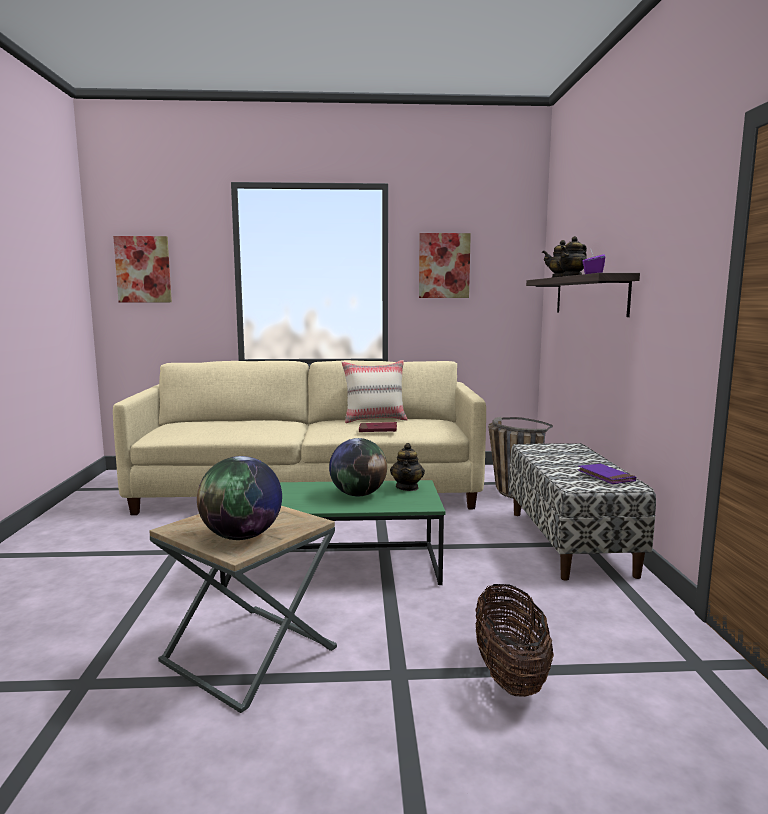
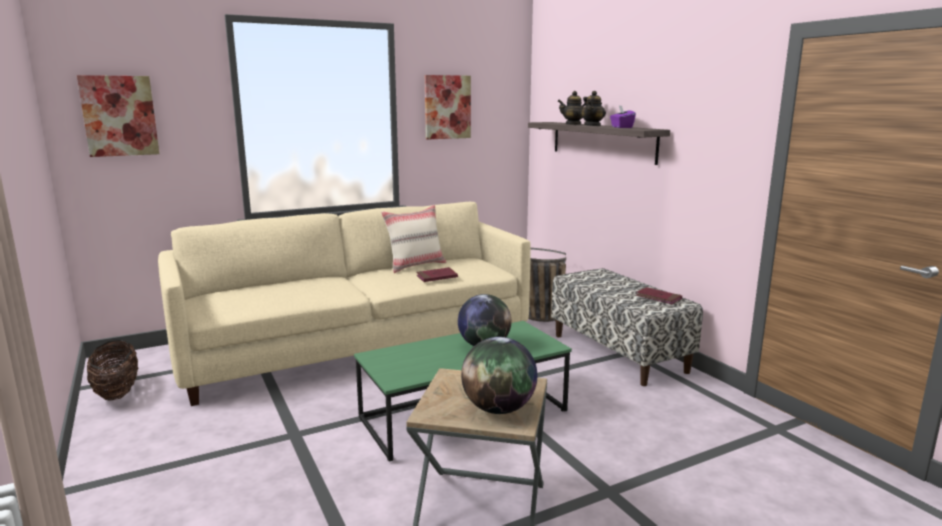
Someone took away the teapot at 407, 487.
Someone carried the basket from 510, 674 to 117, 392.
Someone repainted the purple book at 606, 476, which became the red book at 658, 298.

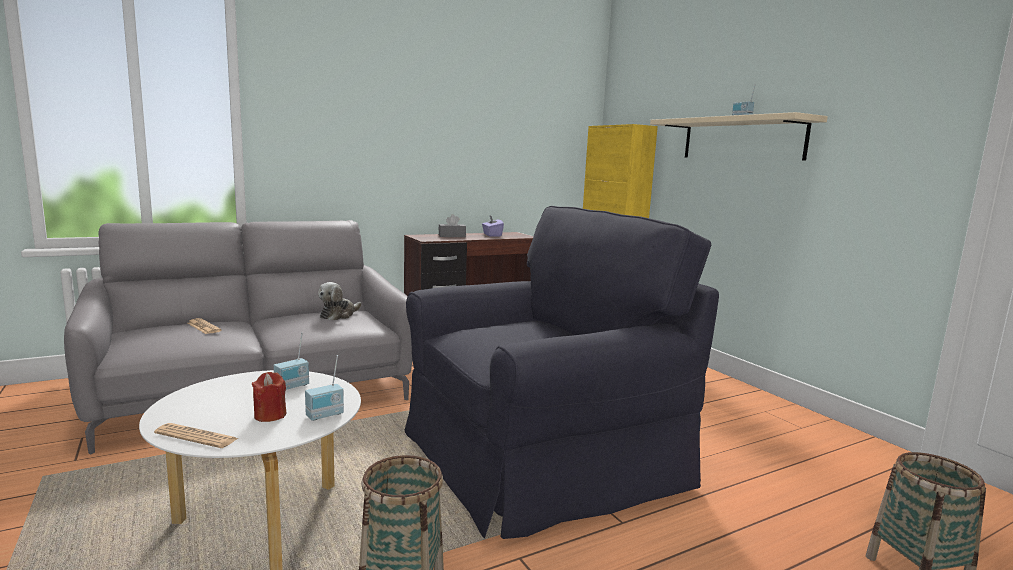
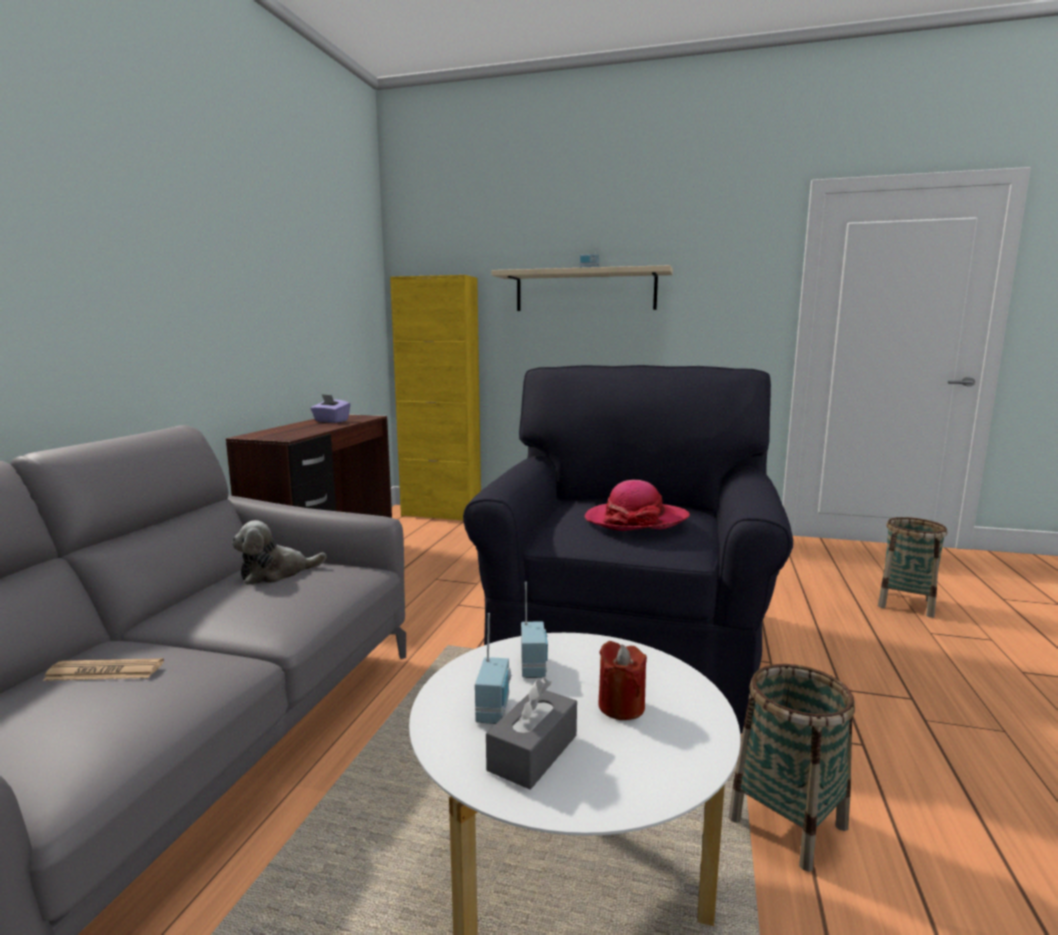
Someone took away the newspaper at 196, 436.
Someone carried the radio from 325, 415 to 495, 710.
Someone rotated the plush toy at 338, 315 by 75 degrees clockwise.
Someone carried the grey tissue box from 452, 236 to 533, 752.
Someone put down the hat at 636, 520.

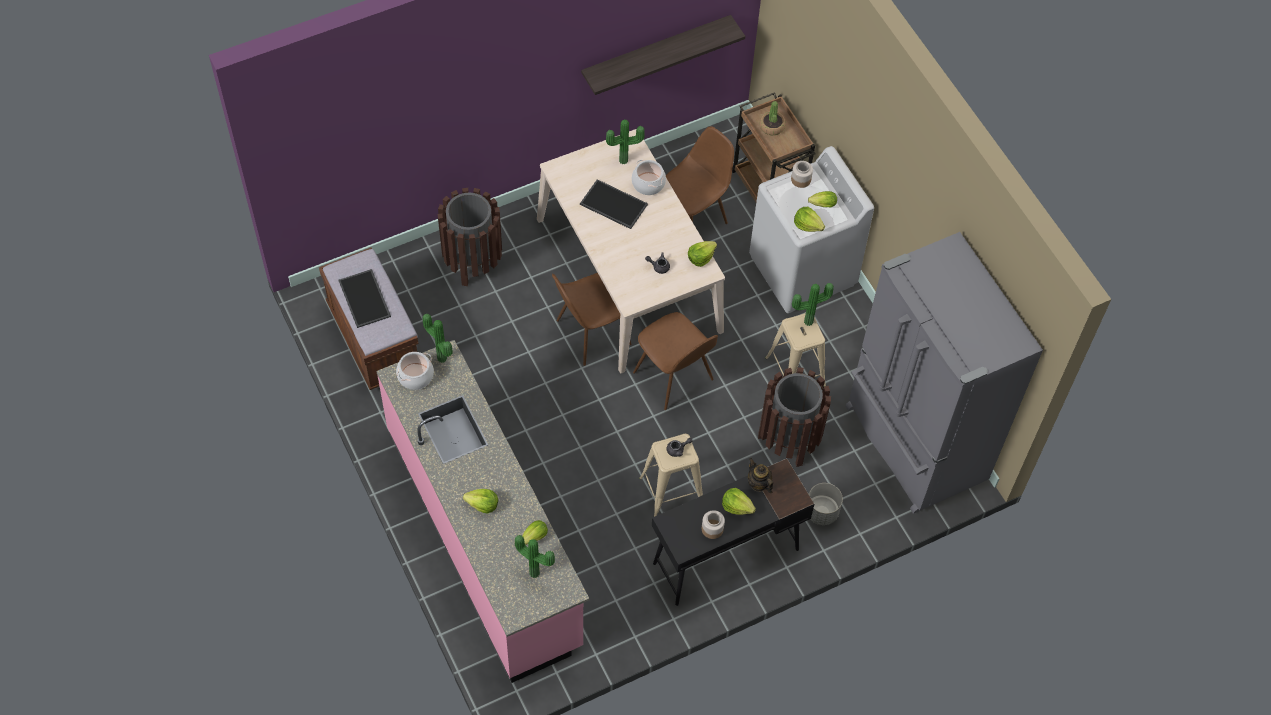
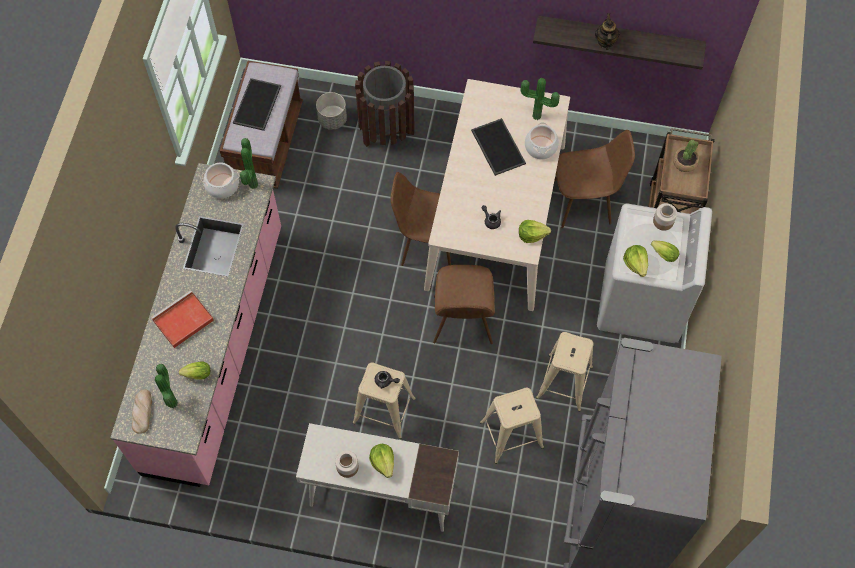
Someone swapped the lettuce at 482, 505 for the red tray at 182, 321.
Someone repainted the black desk at 725, 556, which became the white desk at 380, 494.
Someone carried the teapot from 758, 484 to 605, 41.
Someone swapped the brown trash can at 789, 439 for the beige stool at 512, 434.
Someone took away the potted plant at 807, 320.
Someone carried the grey planter from 822, 512 to 332, 120.
Someone put down the bread at 142, 412.

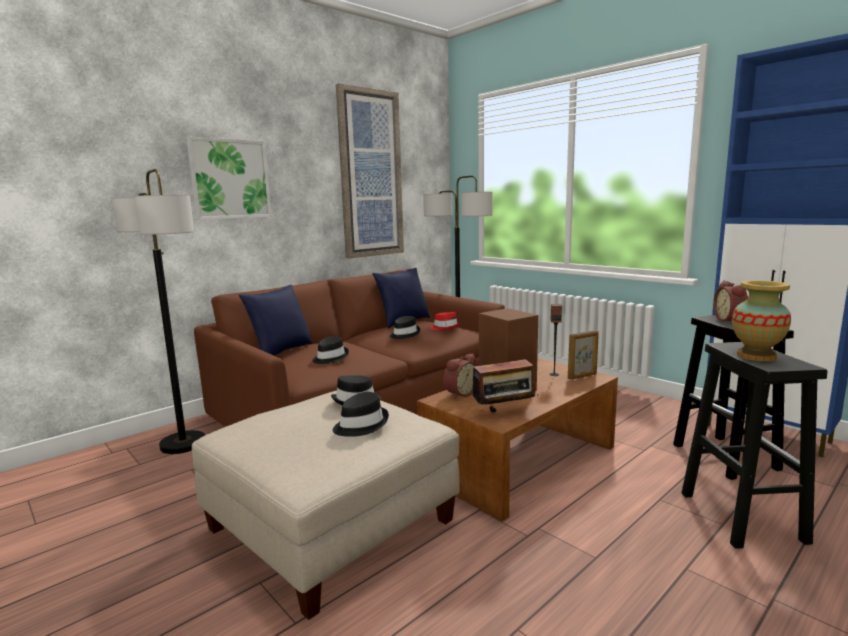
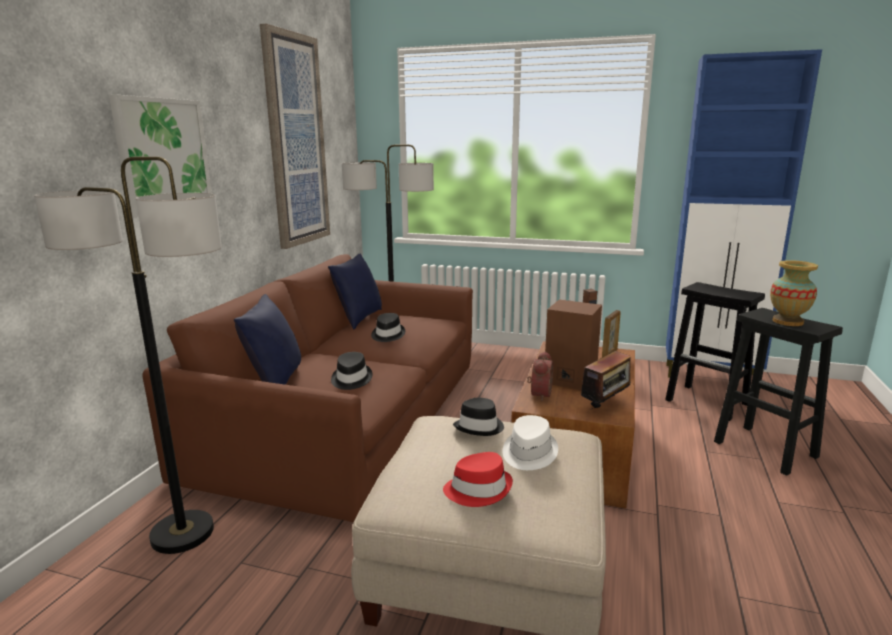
Someone repainted the black hat at 360, 425, which became the white hat at 528, 453.
Someone carried the red hat from 445, 327 to 478, 489.
Someone took away the alarm clock at 731, 320.

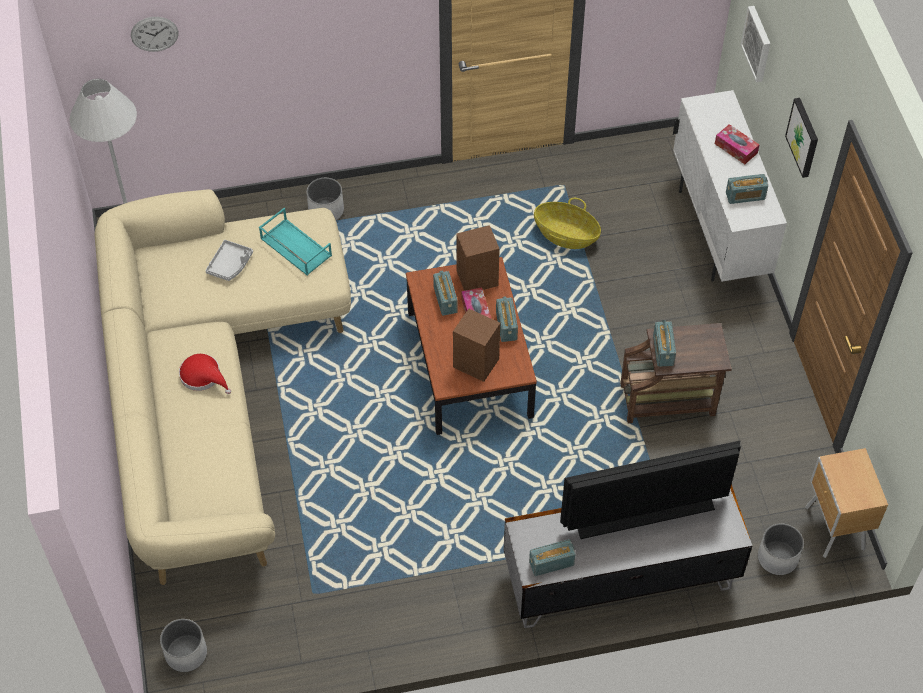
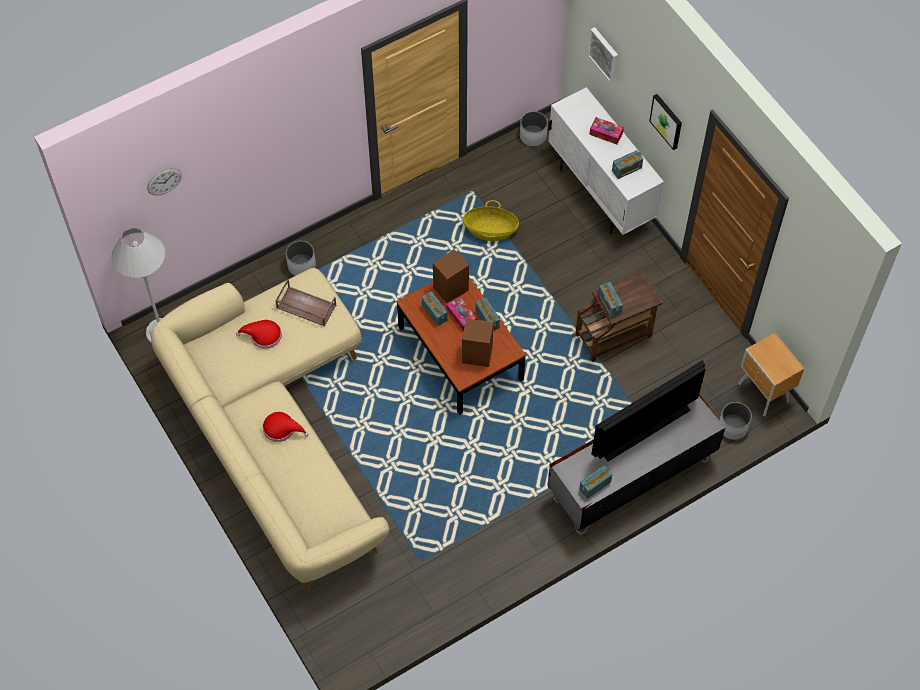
Someone carried the white planter from 186, 653 to 533, 136.
Someone swapped the grey tray at 230, 265 for the red hat at 263, 336.
Someone repainted the turquoise tray at 295, 247, which became the brown tray at 305, 306.

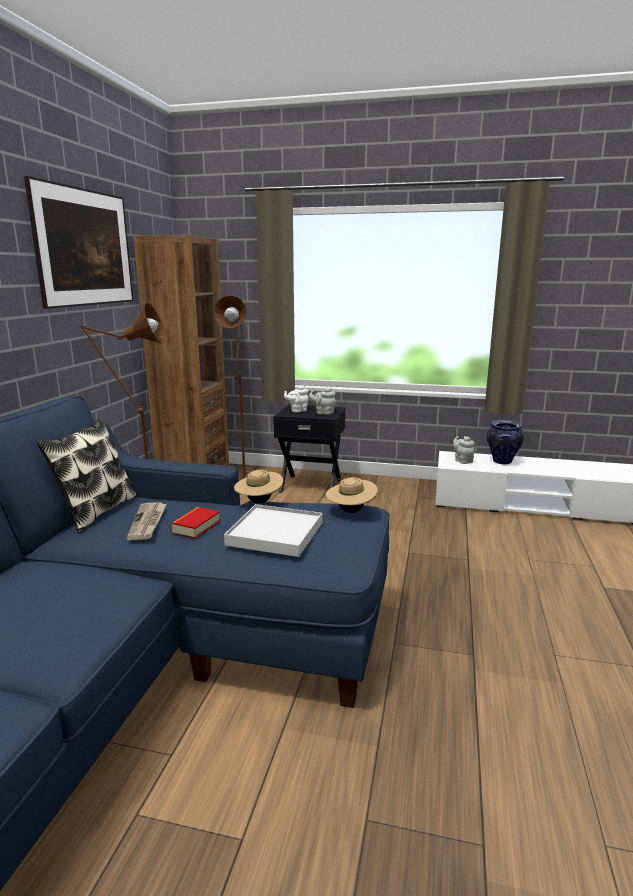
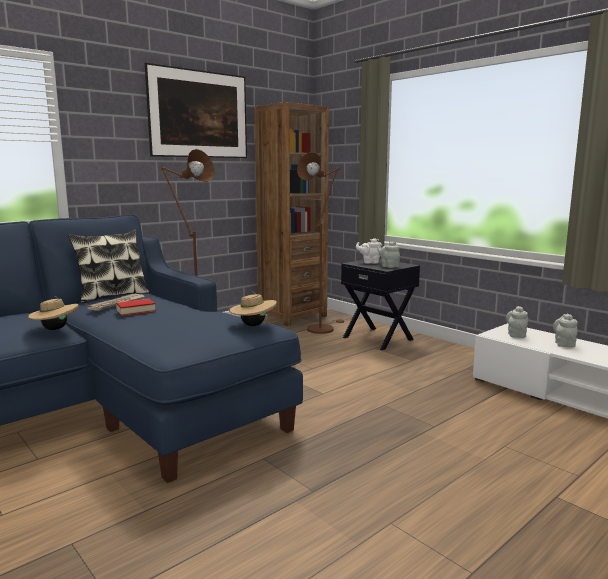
Someone took away the white tray at 275, 533.
Someone carried the beige hat from 259, 502 to 55, 329.
Someone swapped the vase at 502, 462 for the grey teapot at 564, 344.

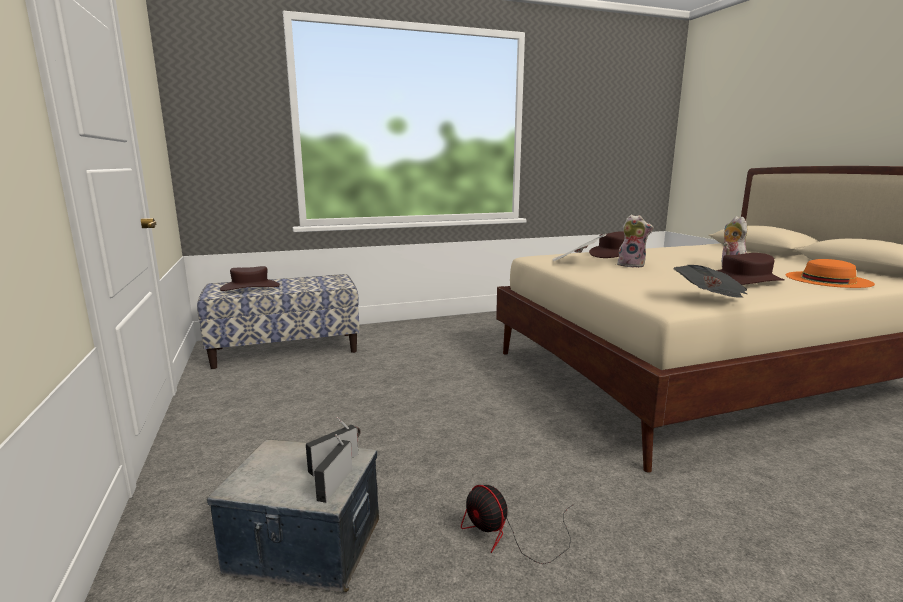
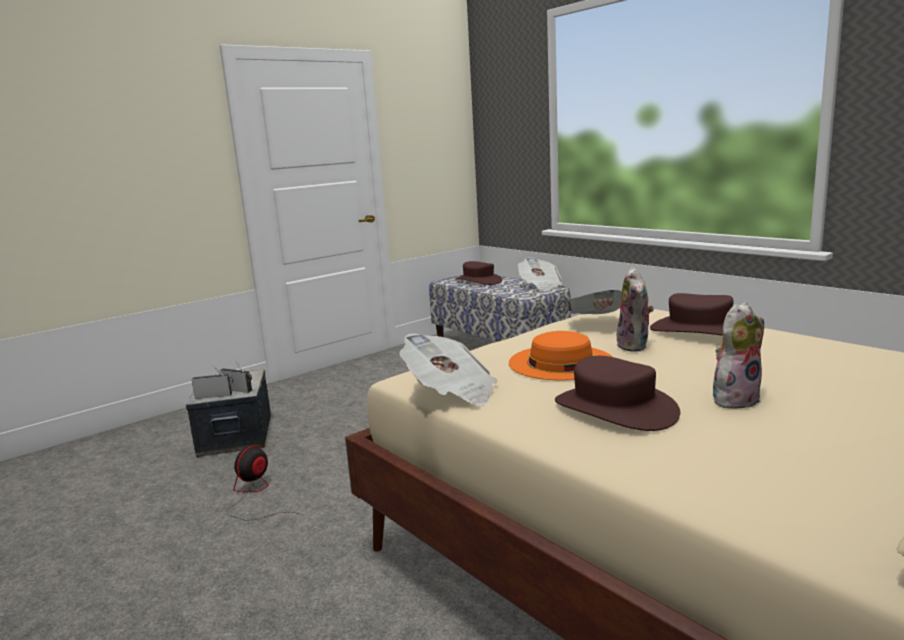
Someone carried the orange hat from 828, 279 to 561, 362.
Someone put down the newspaper at 540, 286.

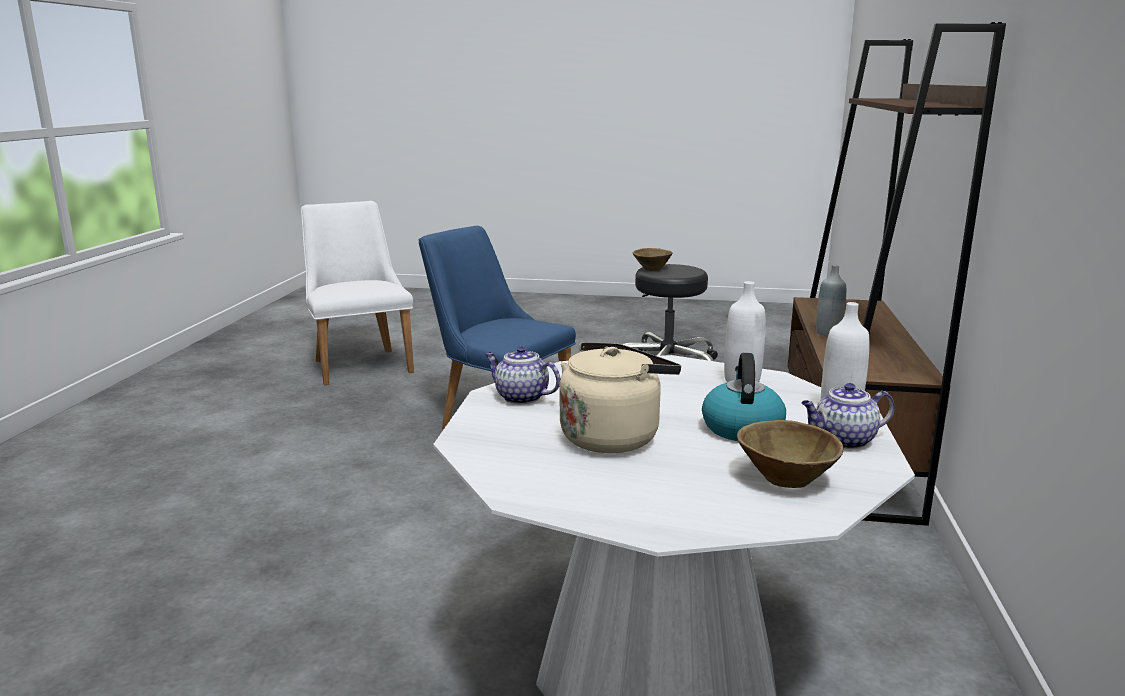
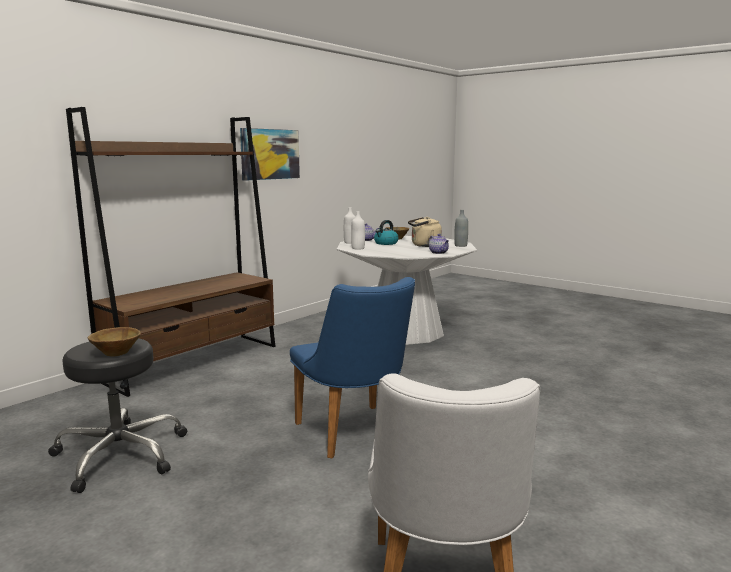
Someone carried the grey bottle from 828, 333 to 460, 245.
Someone put up the picture at 270, 154.

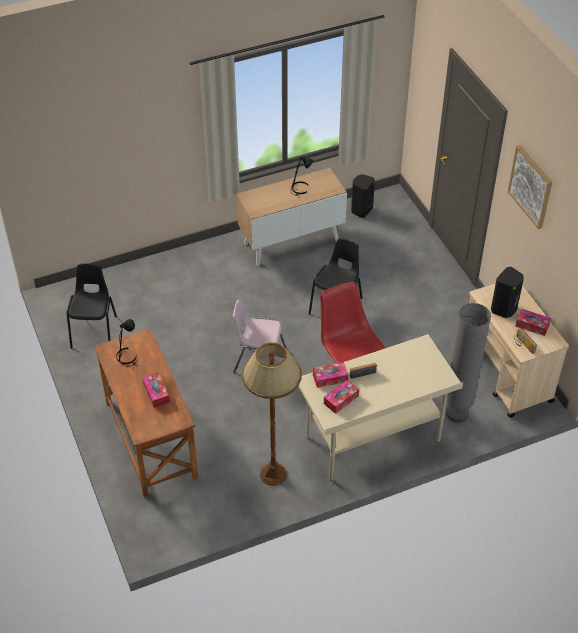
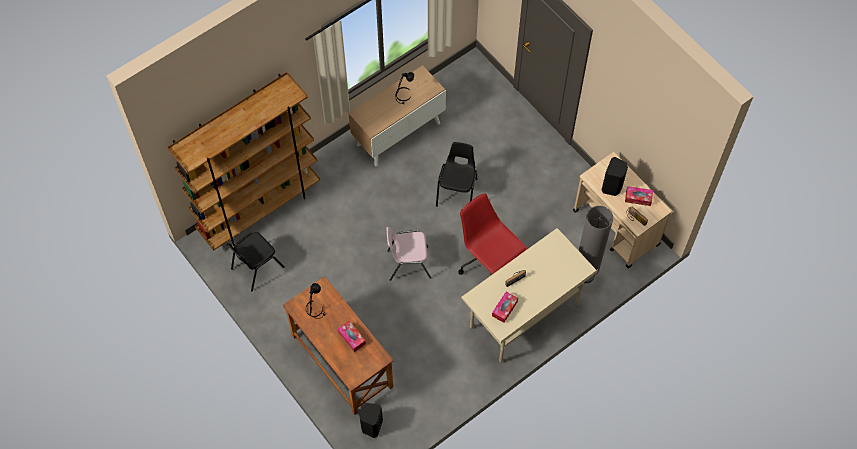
Someone rotated the black chair at 95, 331 by 120 degrees counterclockwise.
Someone took away the brown floor lamp at 273, 474.
Someone took away the tissue box at 330, 378.
Someone carried the black speaker from 361, 210 to 371, 426.
Someone took away the picture at 531, 186.
Someone put down the brown bookcase at 260, 209.

